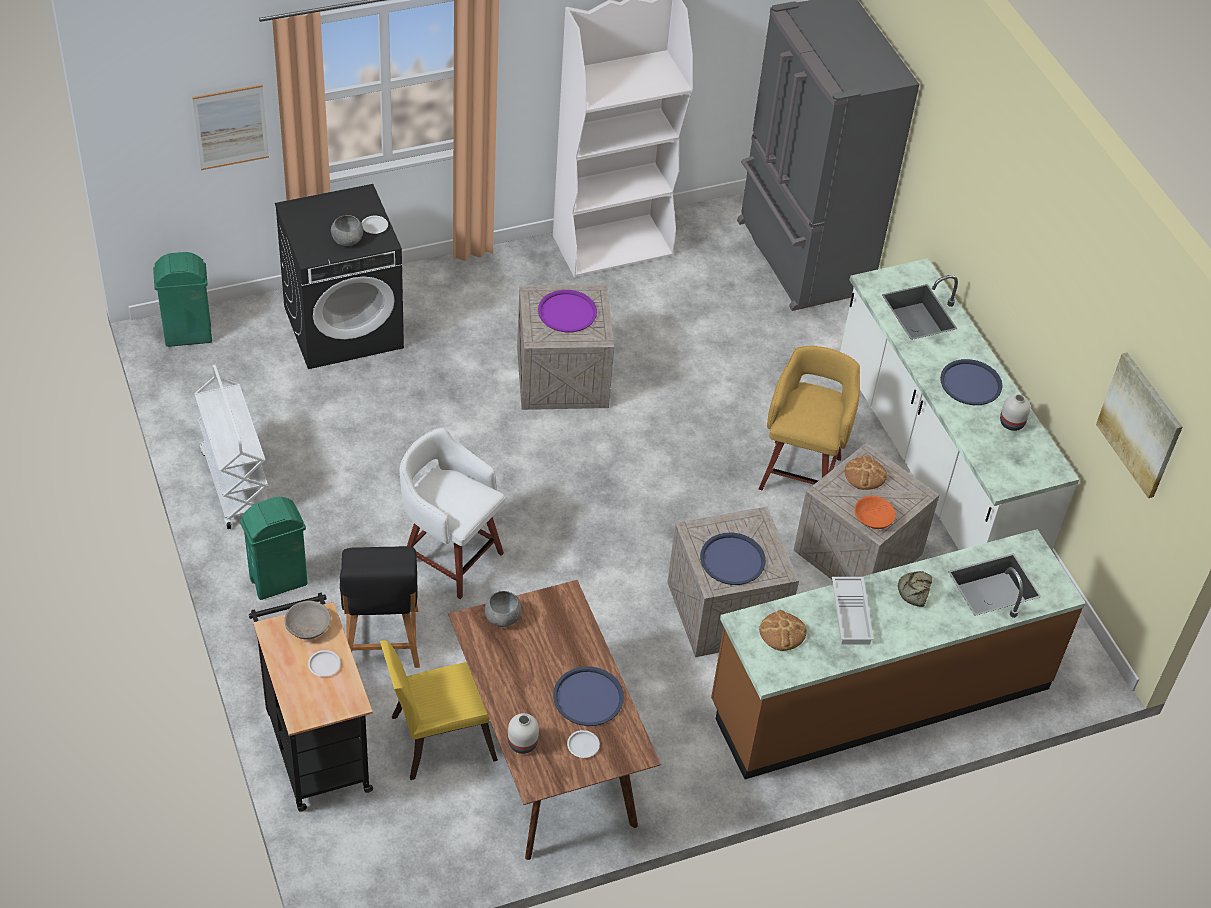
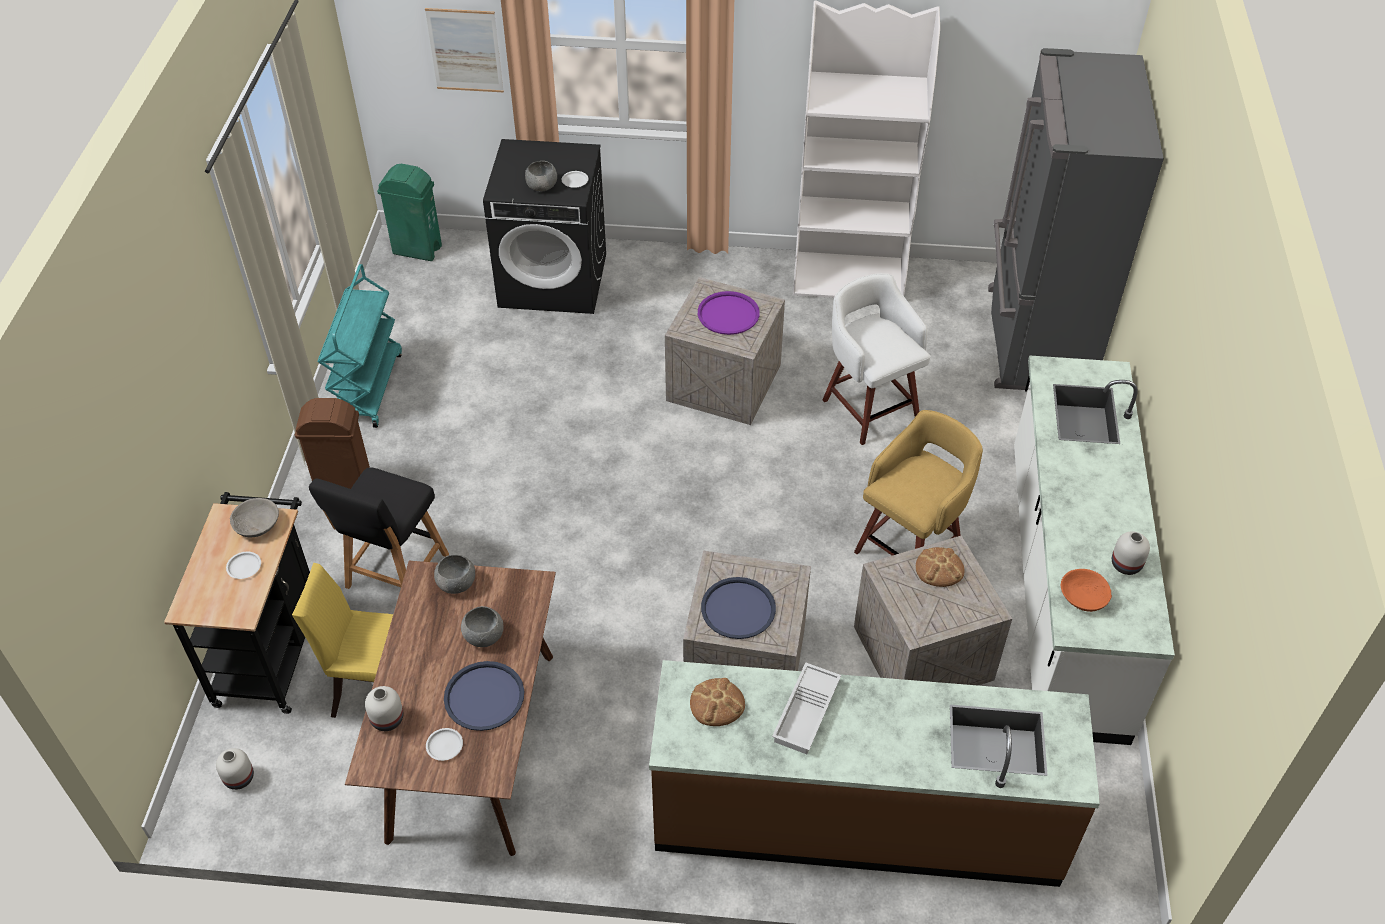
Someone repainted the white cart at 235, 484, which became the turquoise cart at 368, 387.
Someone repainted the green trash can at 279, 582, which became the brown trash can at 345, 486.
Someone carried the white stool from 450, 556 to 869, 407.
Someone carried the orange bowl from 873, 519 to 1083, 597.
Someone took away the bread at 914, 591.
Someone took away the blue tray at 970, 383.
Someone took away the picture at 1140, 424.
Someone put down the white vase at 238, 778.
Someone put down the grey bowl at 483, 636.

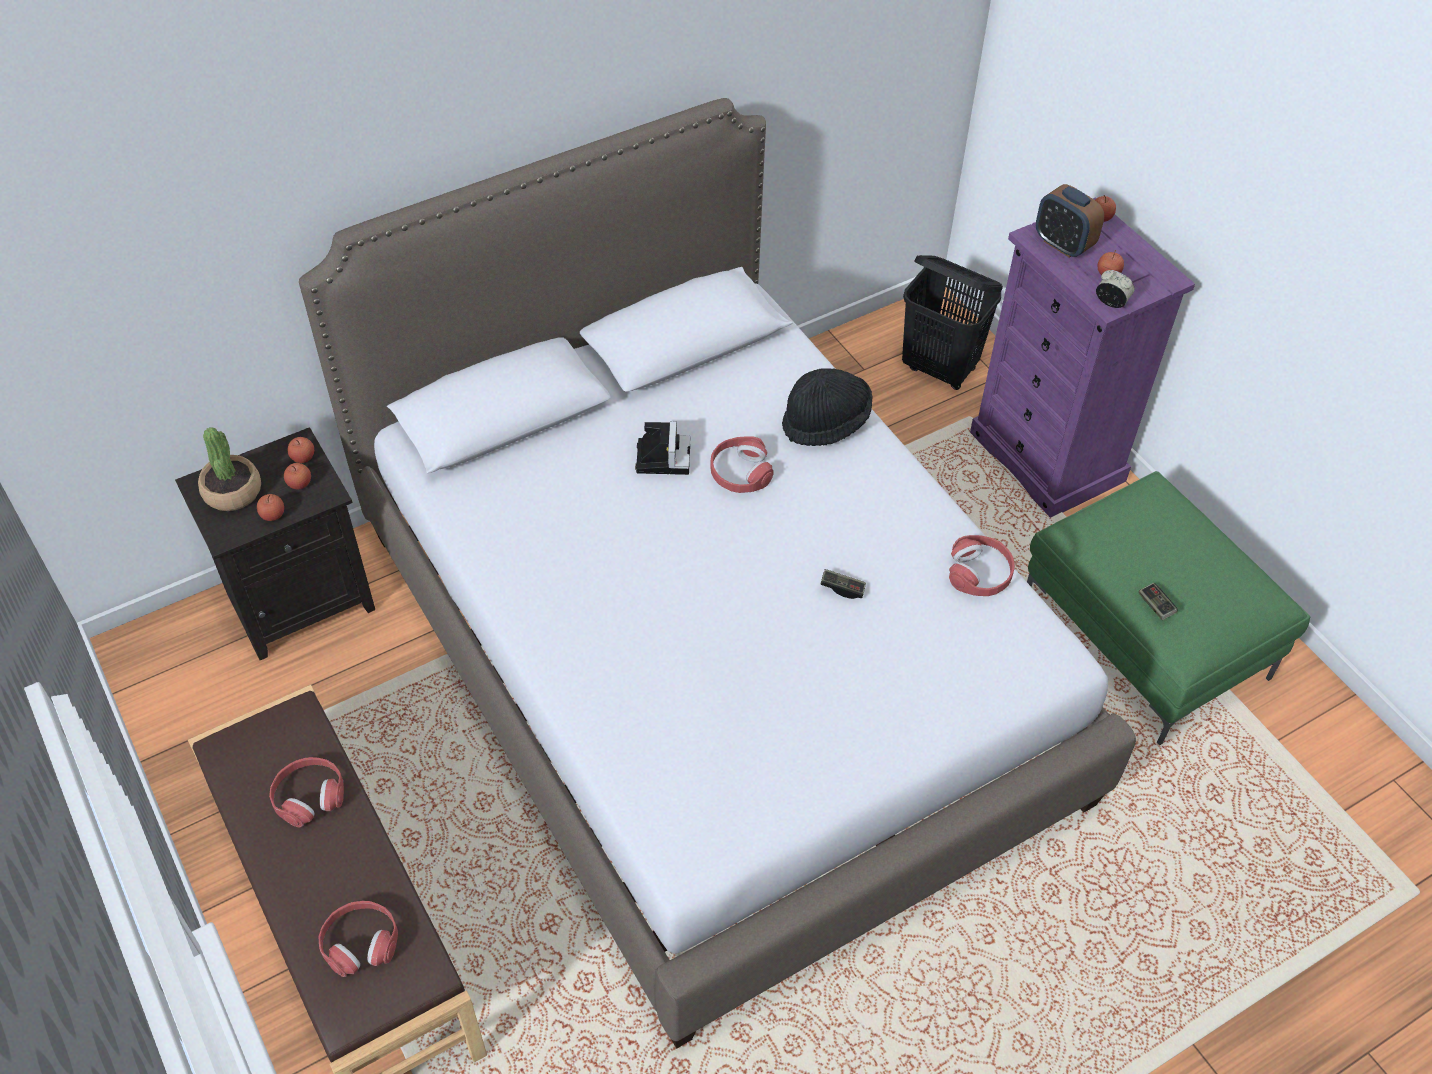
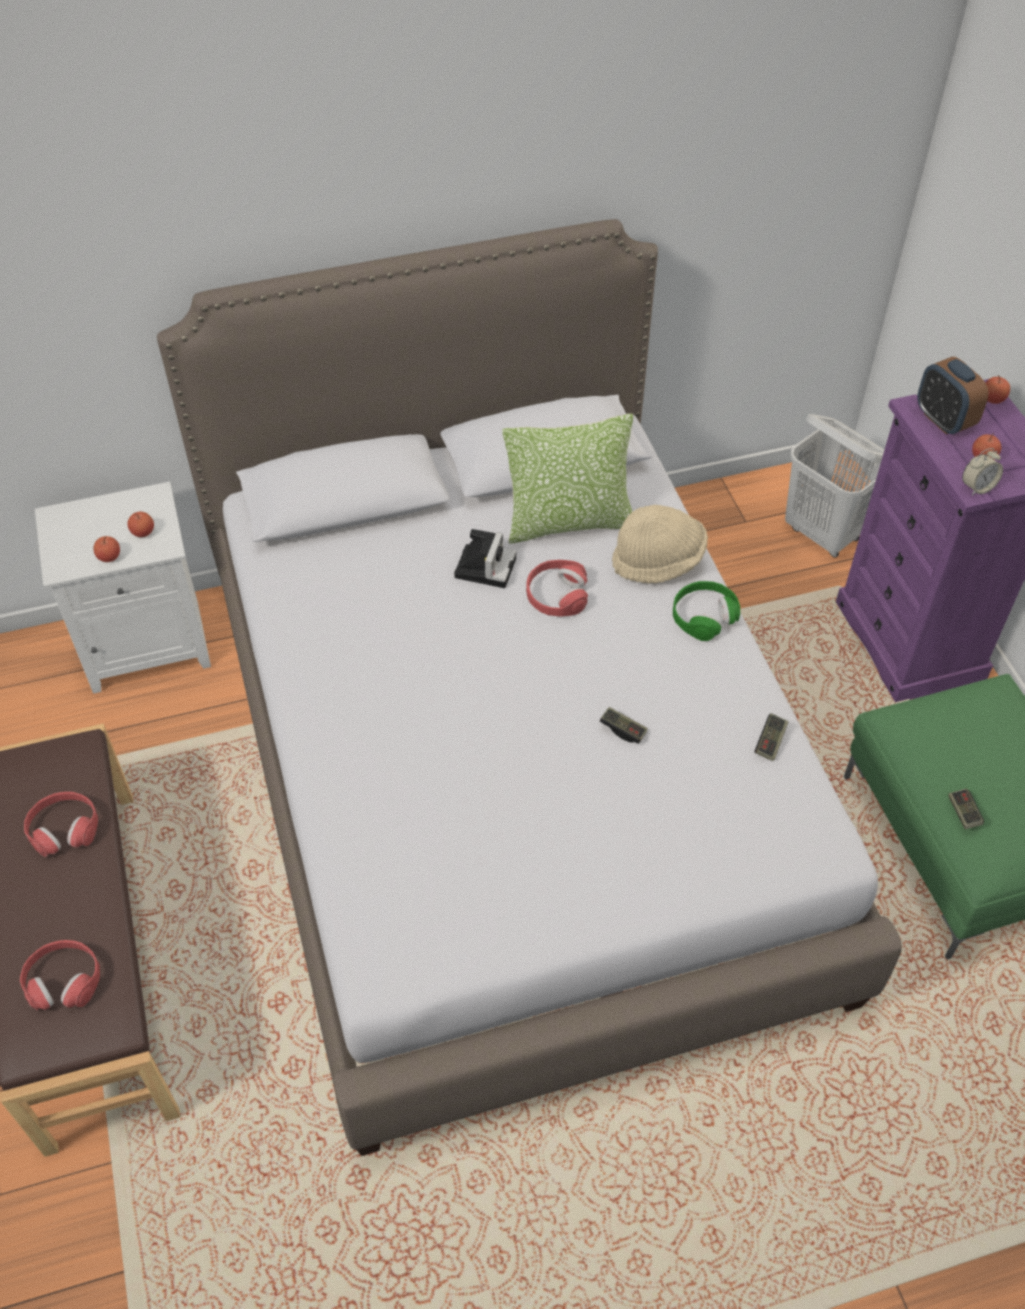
Someone repainted the black nightstand at 301, 598, which became the white nightstand at 148, 643.
Someone took away the potted plant at 233, 491.
Someone took away the apple at 303, 457.
Someone repainted the black hat at 826, 422, which became the beige hat at 658, 561.
Someone repainted the black laundry basket at 940, 369, which became the white laundry basket at 823, 534.
Someone swapped the red headphones at 980, 573 for the game controller at 770, 742.
Someone rotated the alarm clock at 1111, 303 by 105 degrees clockwise.
Someone put down the pillow at 568, 522.
Someone put down the green headphones at 703, 616.

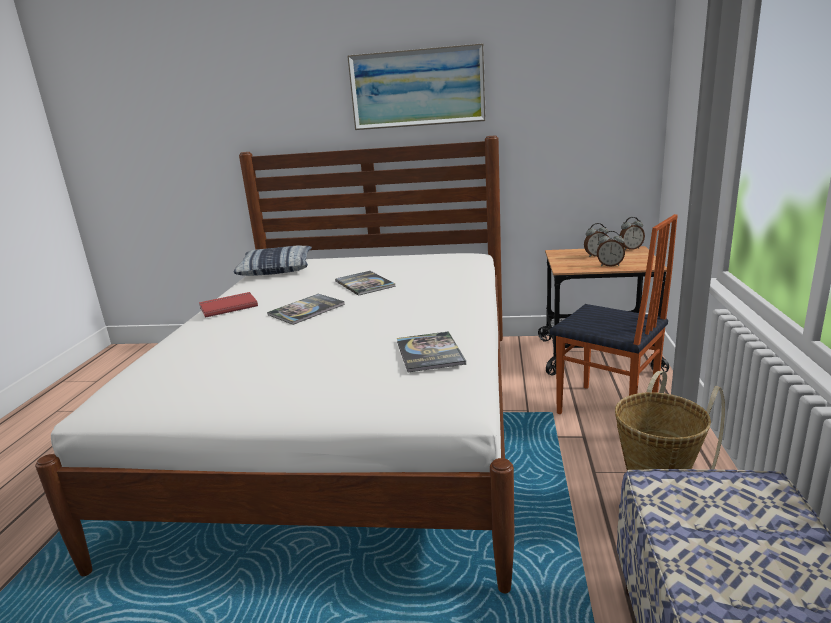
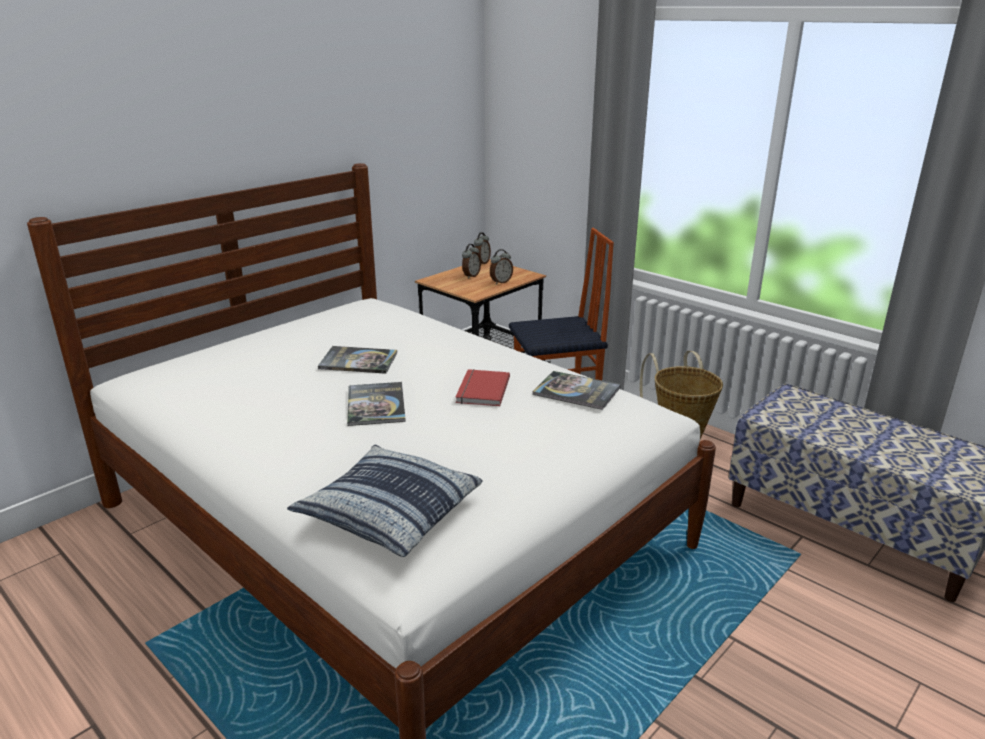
Someone carried the red book from 228, 306 to 481, 390.
Someone carried the pillow from 276, 269 to 389, 512.
Someone took away the picture at 417, 88.

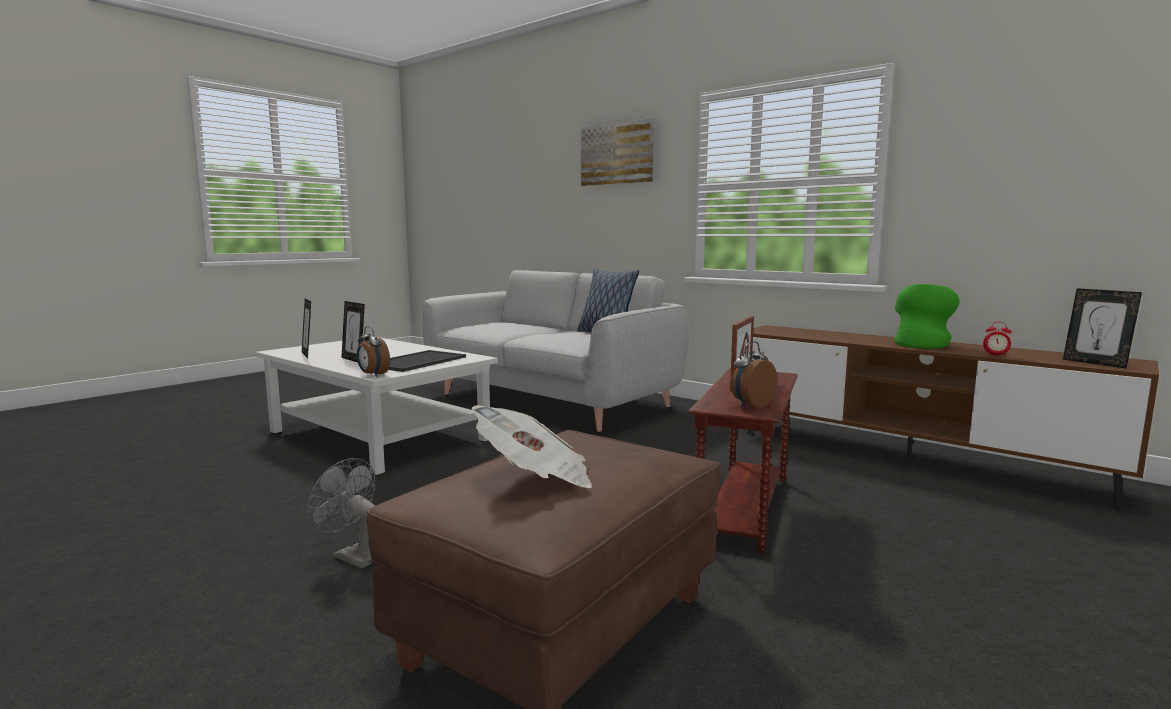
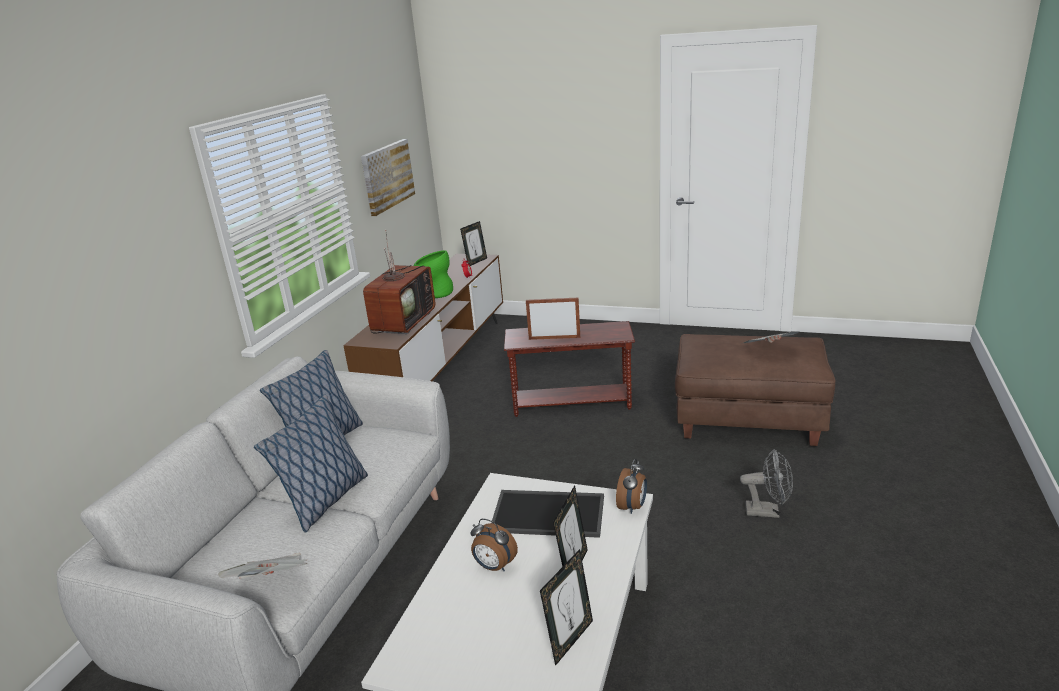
Someone rotated the grey fan at 352, 556 by 90 degrees counterclockwise.
Someone carried the picture from 617, 154 to 387, 176.
Someone carried the alarm clock from 751, 405 to 494, 566.
Someone put down the newspaper at 273, 582.
Someone put down the pillow at 325, 501.
Someone put down the television at 403, 321.

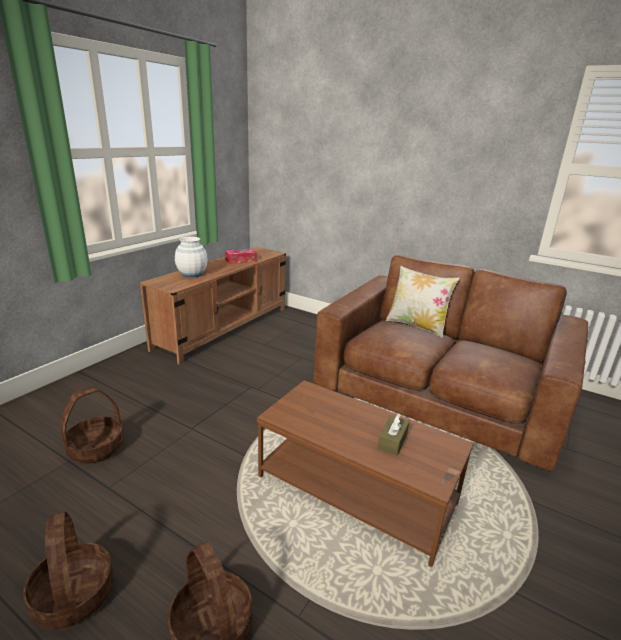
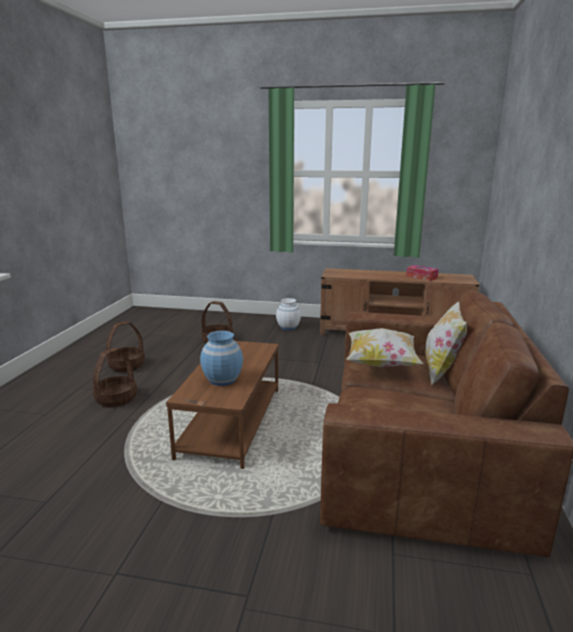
Someone carried the white vase from 192, 274 to 288, 327.
Someone swapped the brown tissue box at 392, 441 for the blue vase at 222, 379.
Someone put down the pillow at 381, 364.

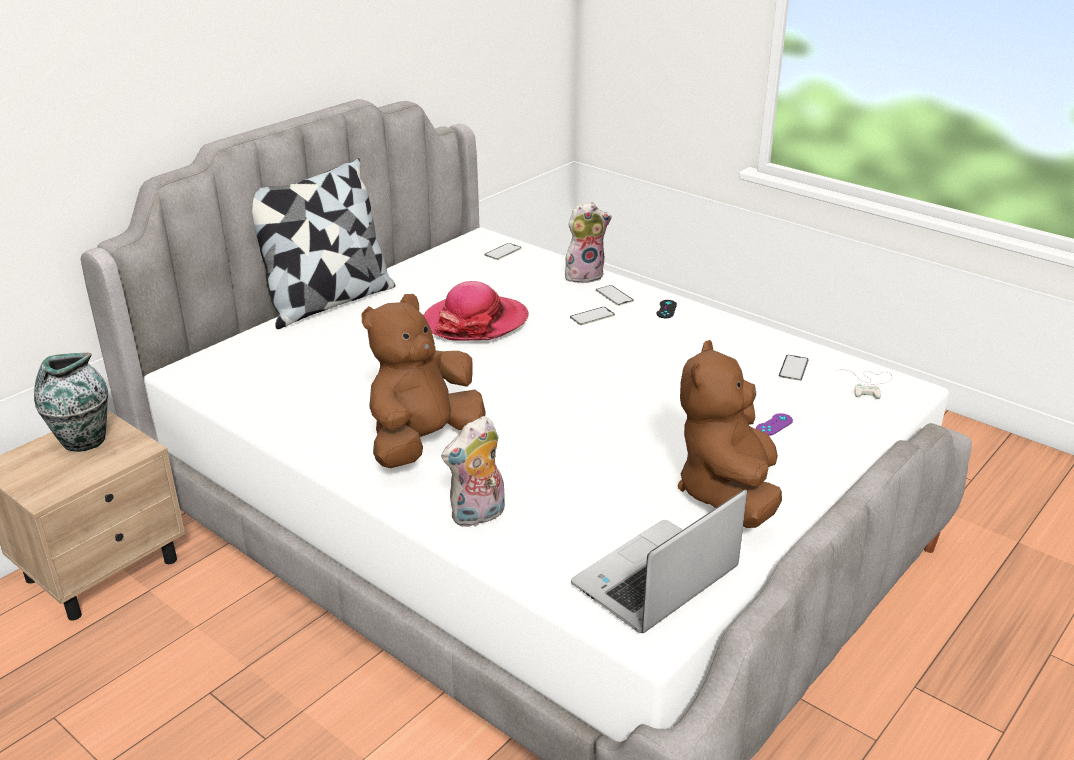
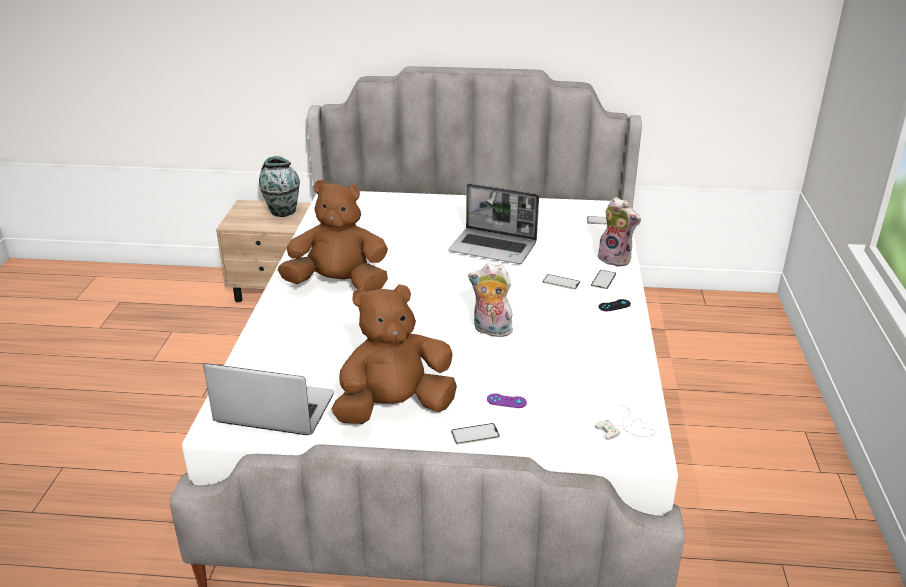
Someone took away the pillow at 328, 302.
Someone swapped the hat at 475, 322 for the laptop at 494, 248.
Someone carried the plush toy from 478, 516 to 490, 331.
Someone carried the phone from 793, 368 to 475, 434.

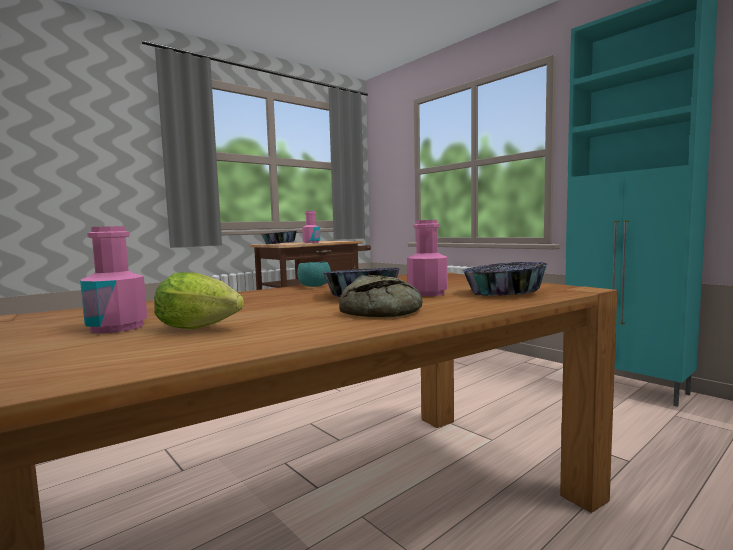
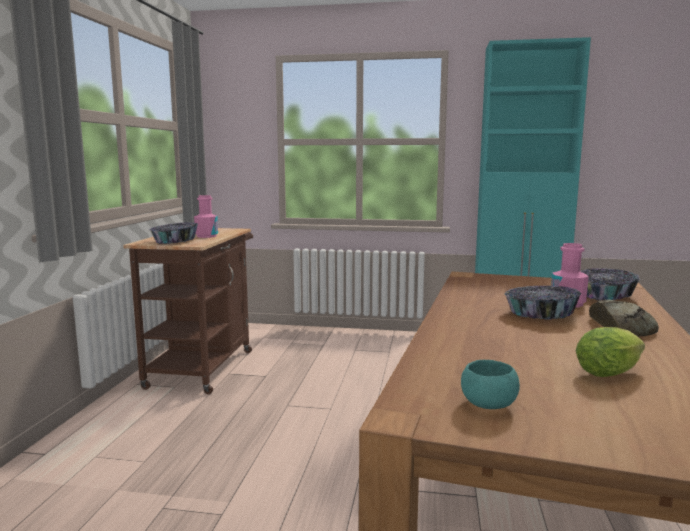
Someone took away the pink bottle at 117, 327.
Someone carried the turquoise bowl from 314, 286 to 488, 404.

